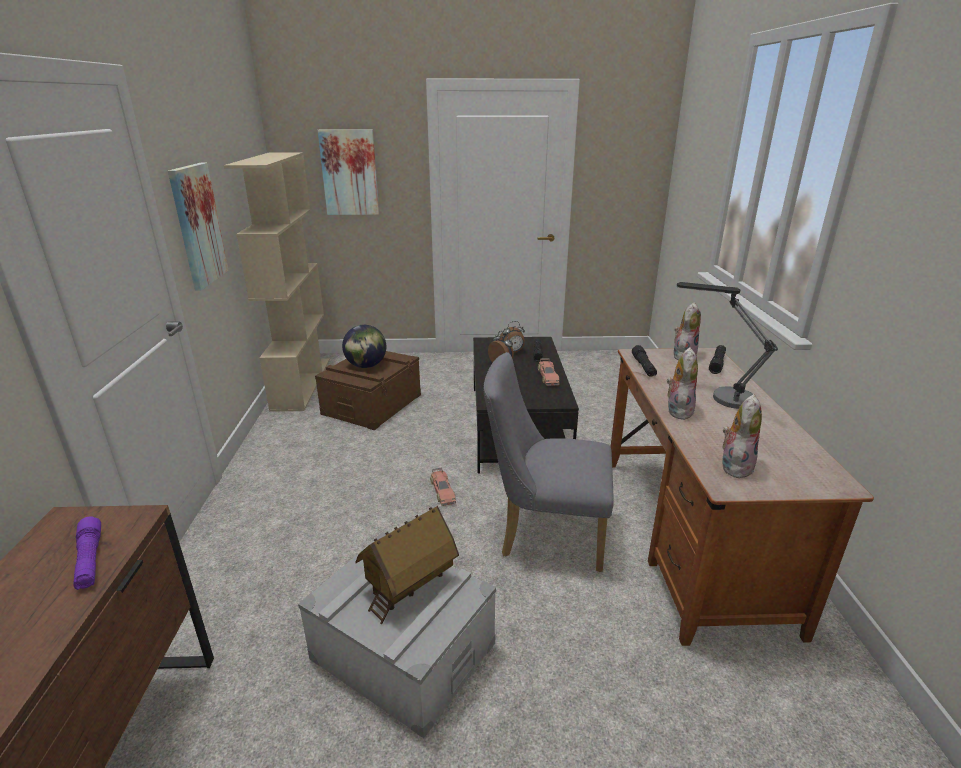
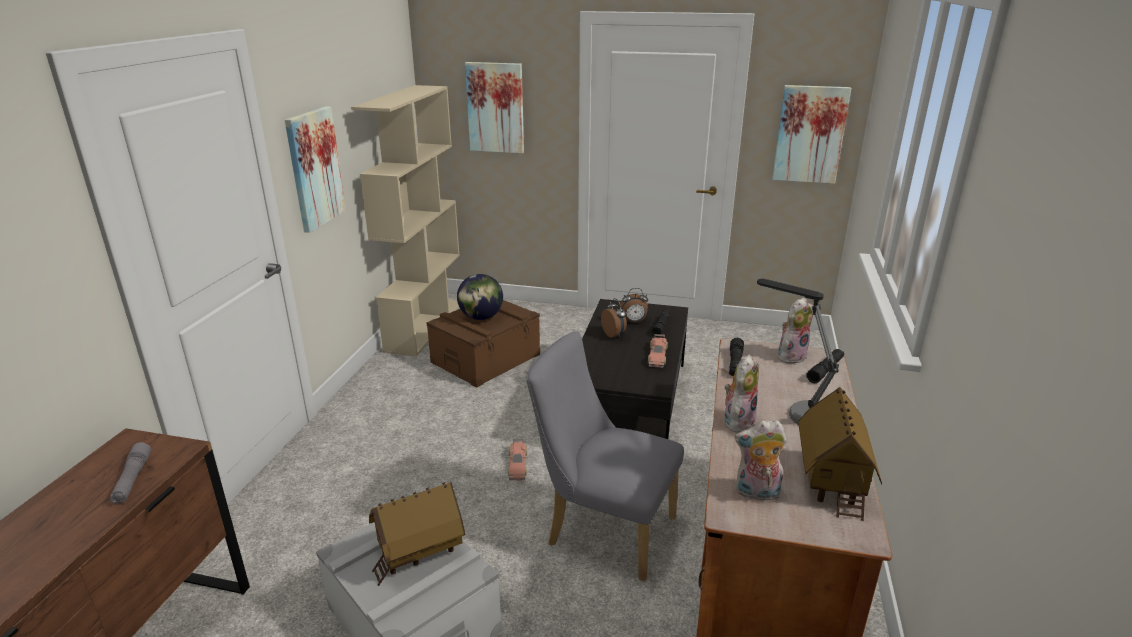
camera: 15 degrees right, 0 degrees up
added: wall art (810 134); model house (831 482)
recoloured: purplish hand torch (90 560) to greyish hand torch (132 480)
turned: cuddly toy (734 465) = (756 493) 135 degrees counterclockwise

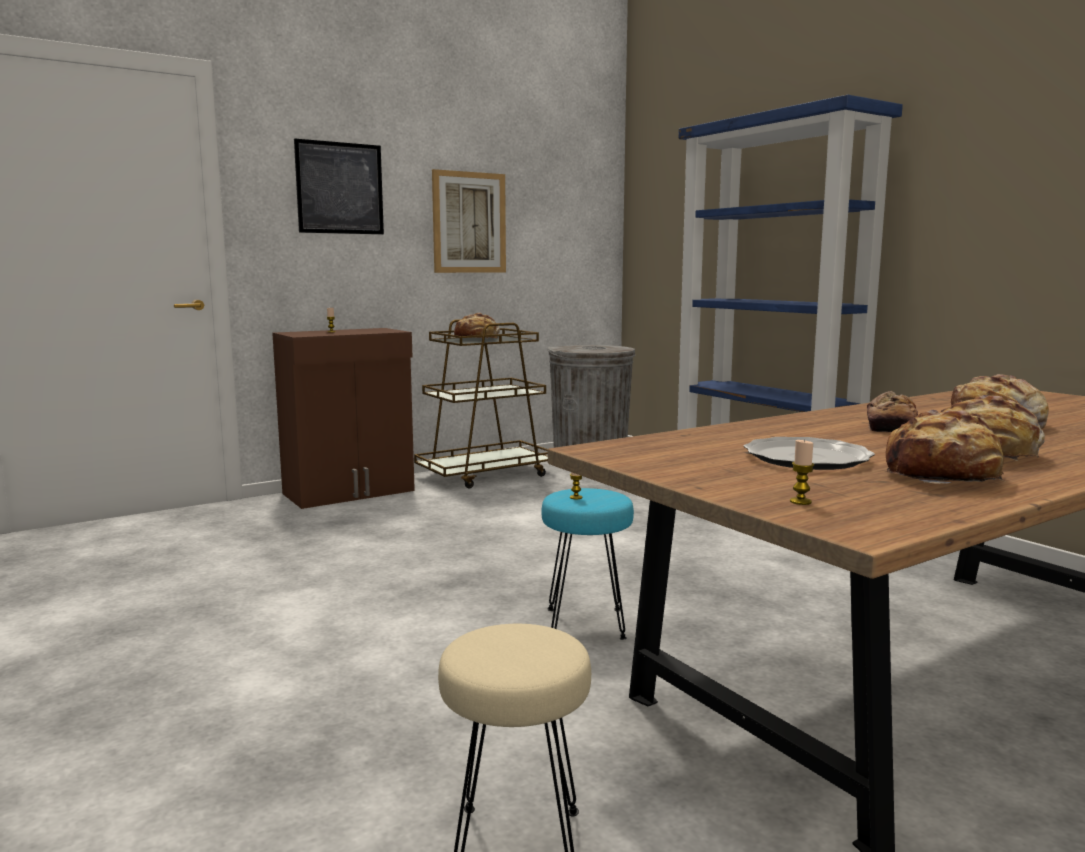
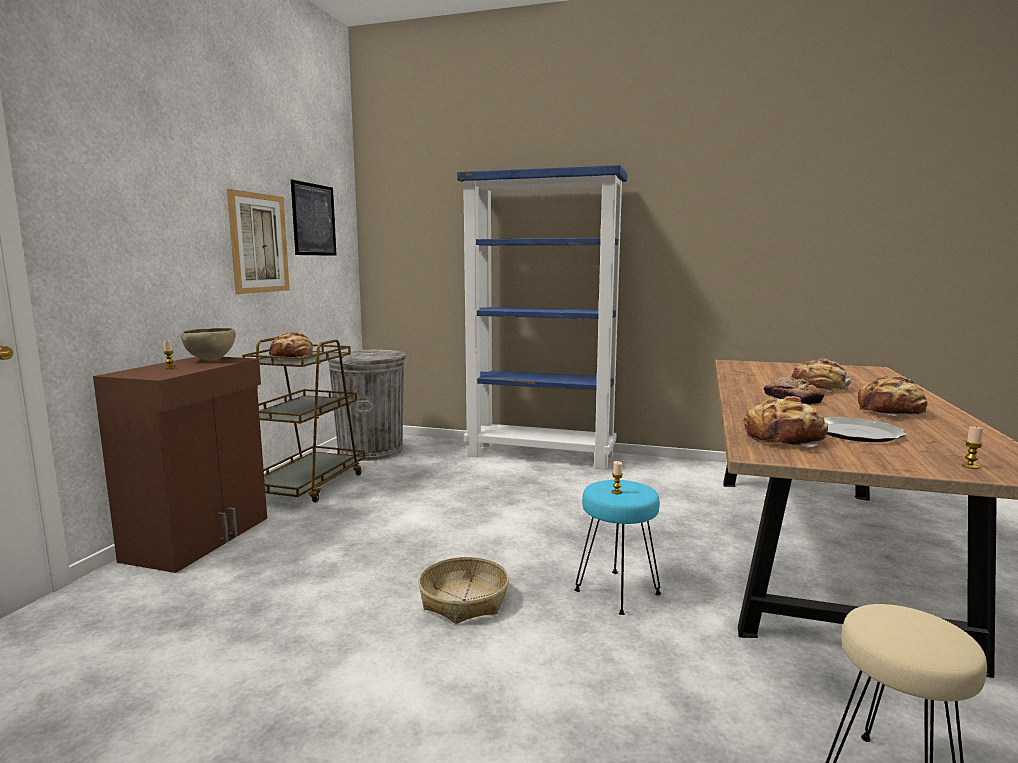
camera: 40 degrees left, 0 degrees up
added: brown serving bowl (211 360); household basket (464 600)
moved: wall art (340 188) to (314 219); bread (943 476) to (784 439)

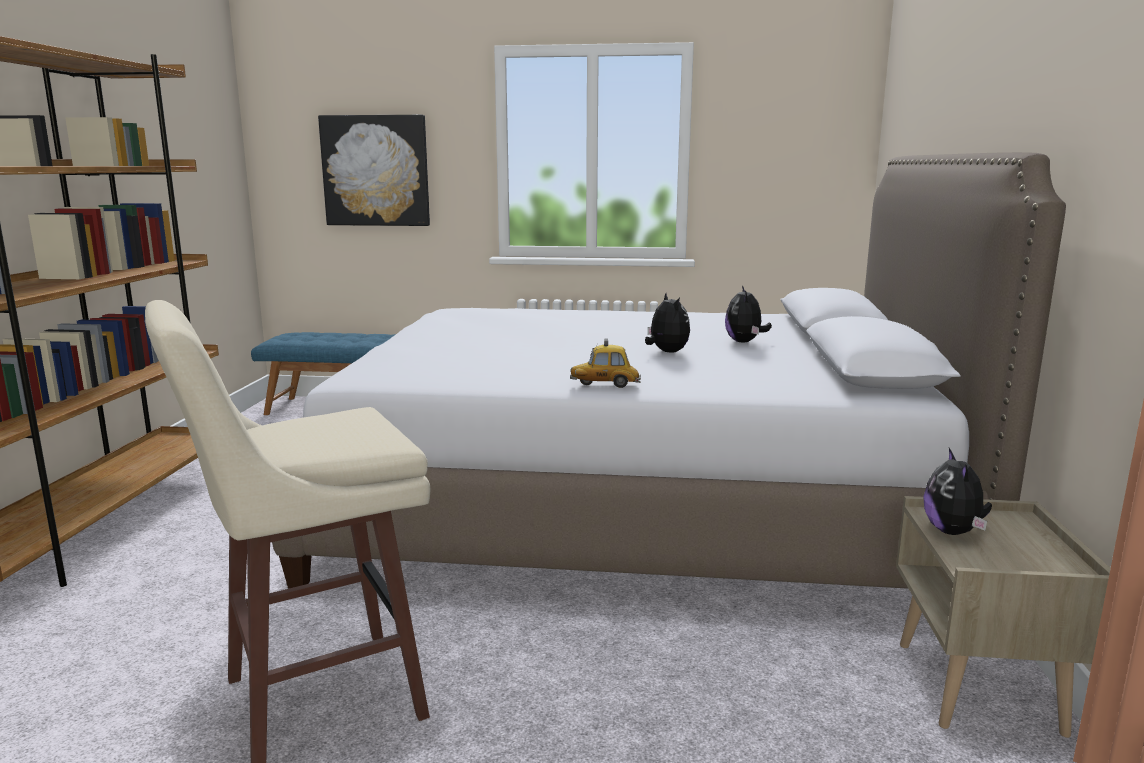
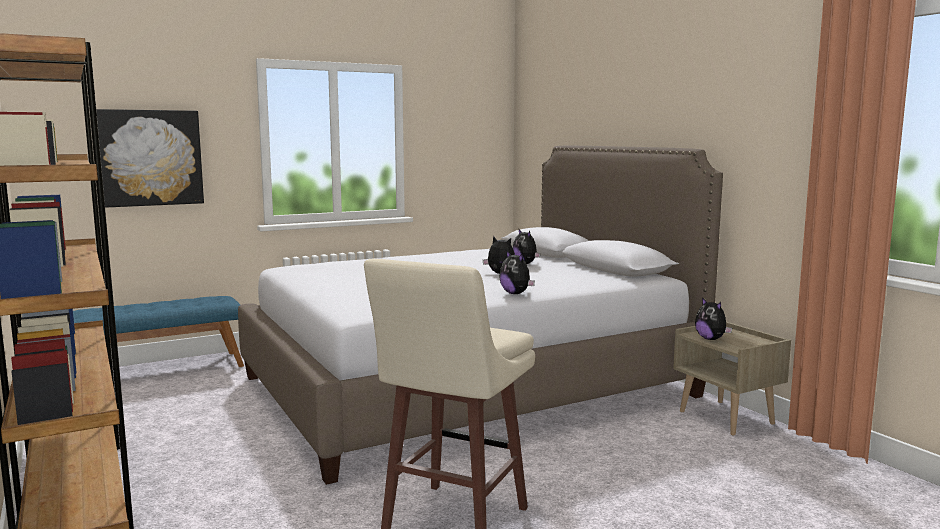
camera: 35 degrees left, 5 degrees down
replaced: miniature car (605 384) to cuddly toy (516 293)

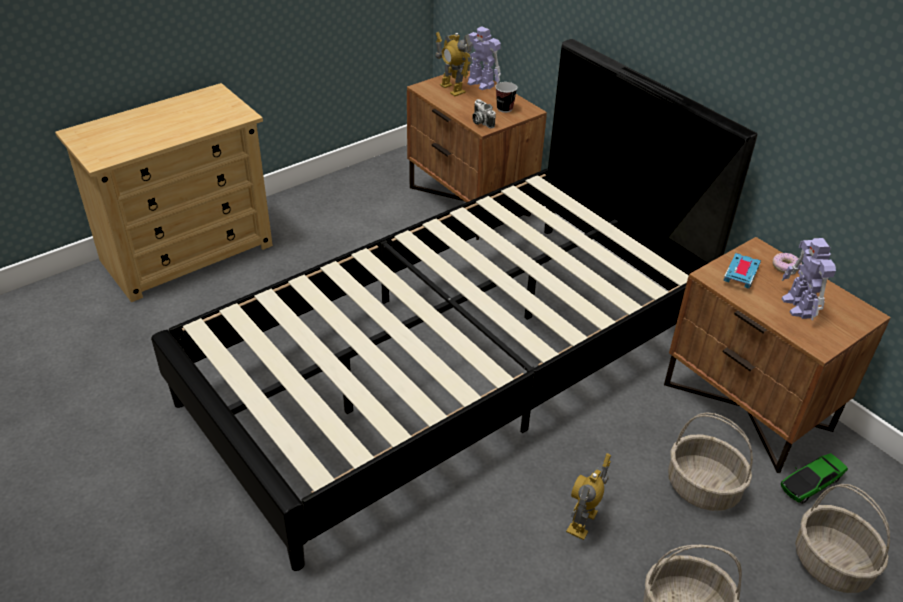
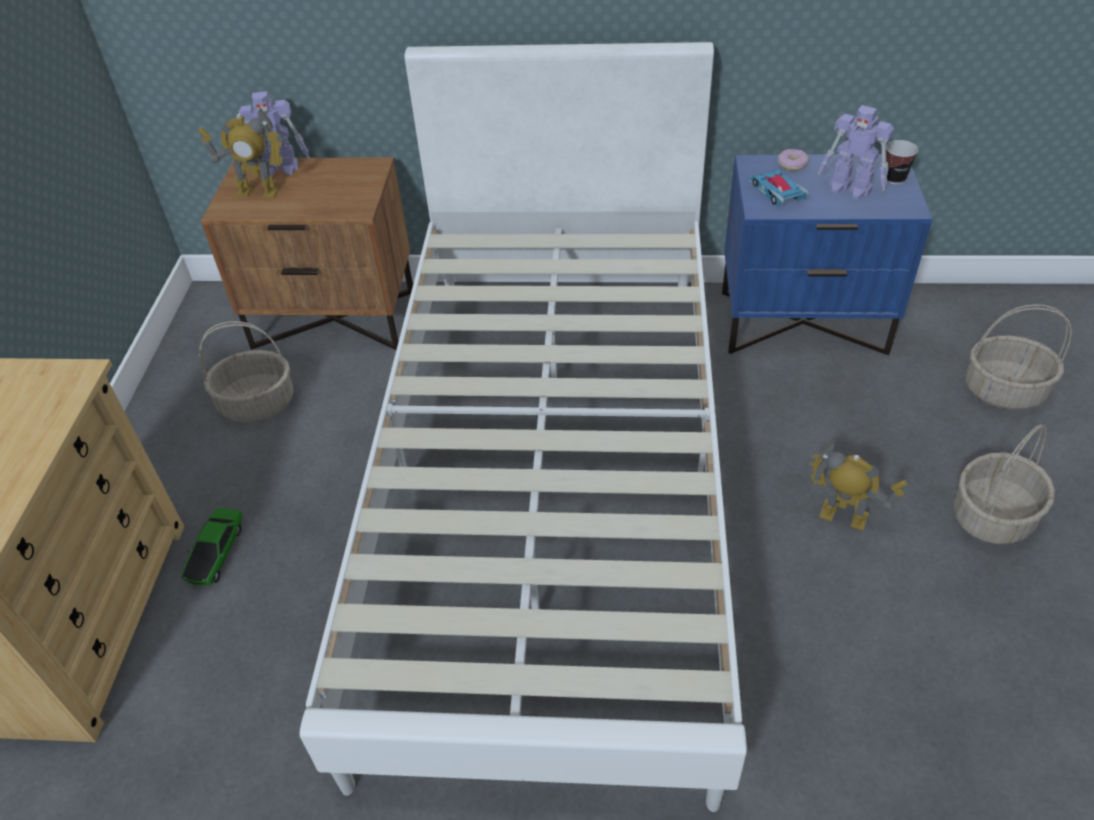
camera: 45 degrees left, 5 degrees up
removed: photo camera (481 121)
moved: drinking cup (504 109) to (894 178); household basket (703 488) to (258 403); miniature car (811 483) to (216 553)
recoloured: black-coloured bedroom bed (450 365) to white bedroom bed (552 486); brown nightstand (748 406) to bluish nightstand (803 321)
turned: robot figure (583 522) = (842 517) 135 degrees clockwise

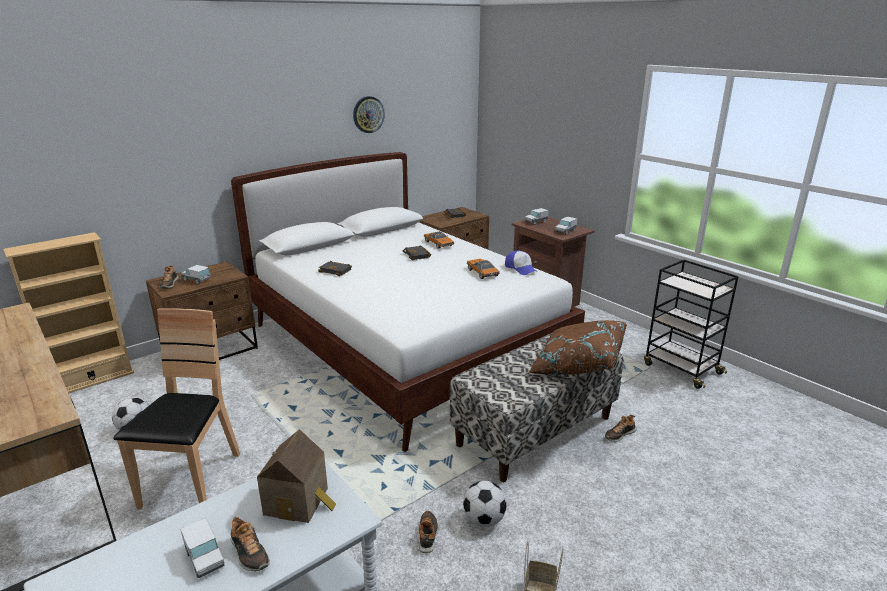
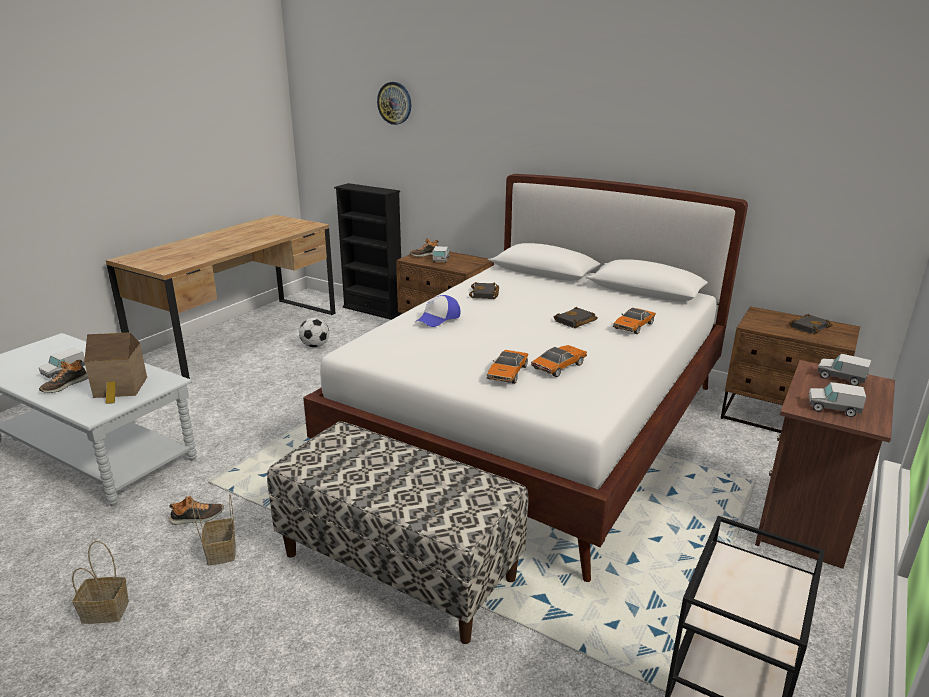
camera: 70 degrees right, 0 degrees up
removed: brown plain chair (192 481); brown cushion (576 365); low shoe (619 434)
added: miniature car (507 373)
moved: wall clock (368 114) to (395 103); cap (521 268) to (438 318)
replaced: football ball (484 520) to household basket (220 551)
recoloured: beige bookcase (91 380) to black-coloured bookcase (373 310)

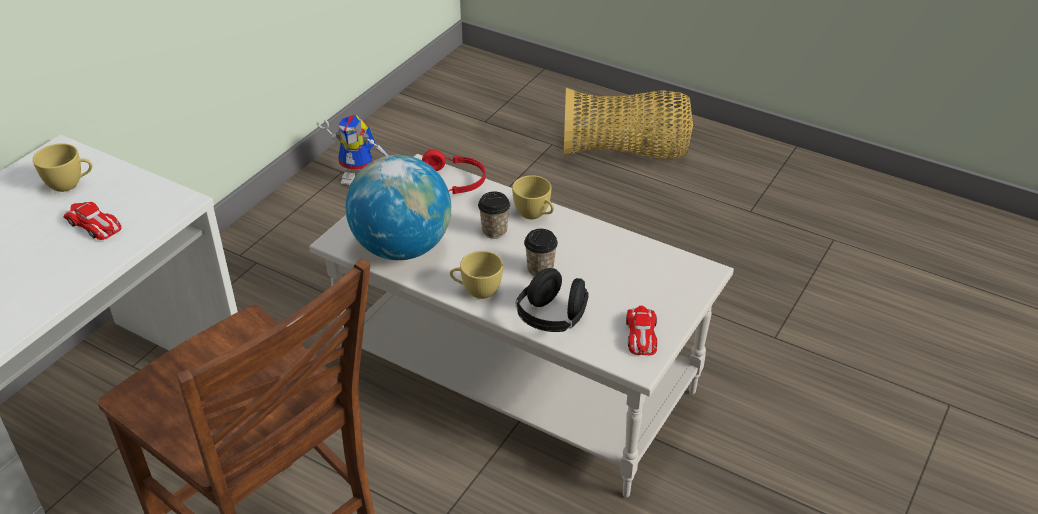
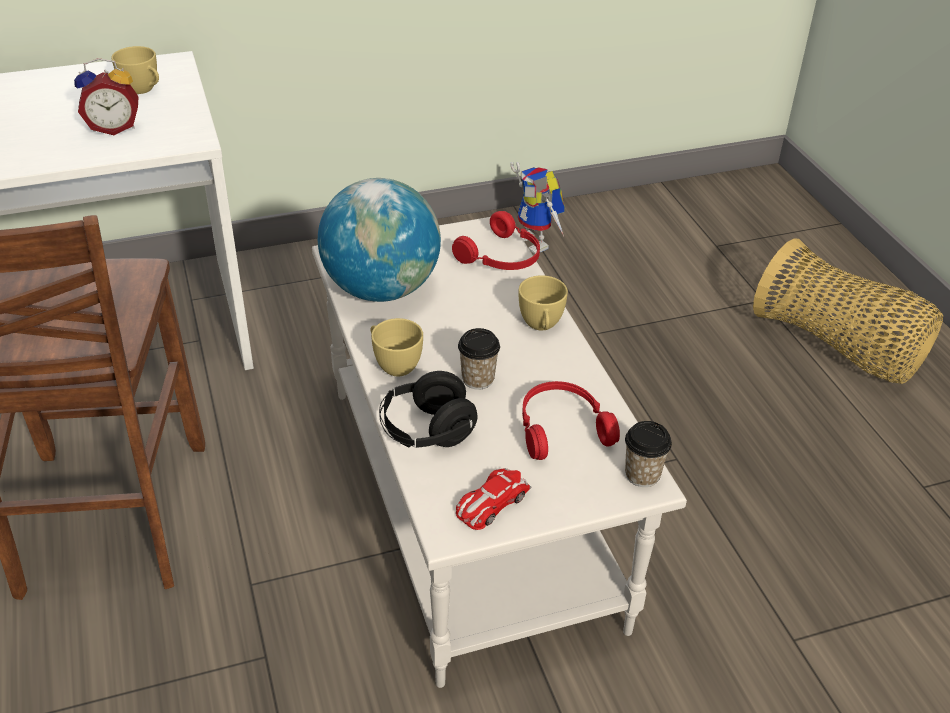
camera: 40 degrees right, 0 degrees up
added: red-coloured headphones (561 428)
moved: drinking cup (494 231) to (642 475)
replaced: miniature car (94 225) to table clock (114 127)

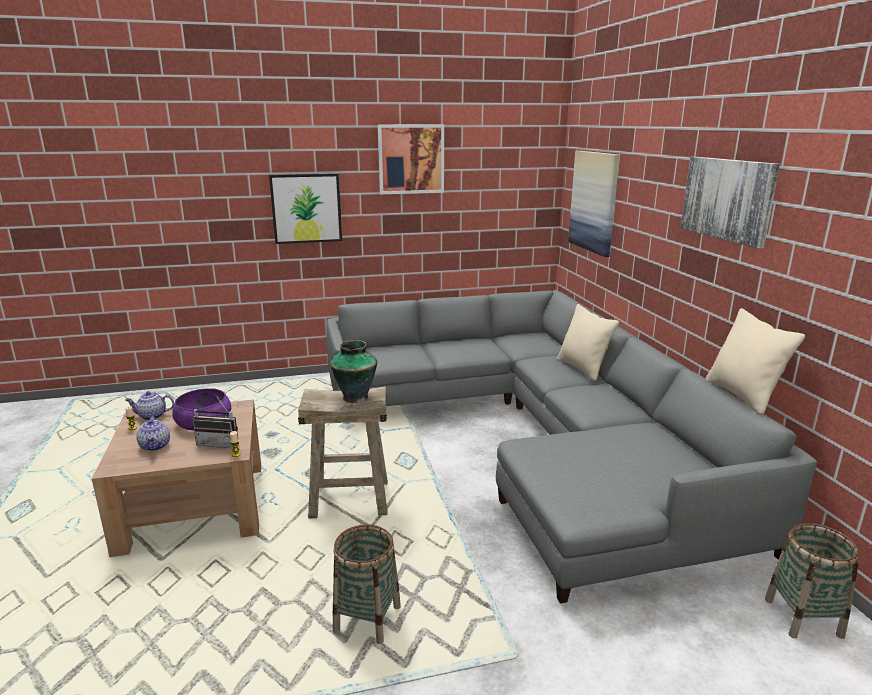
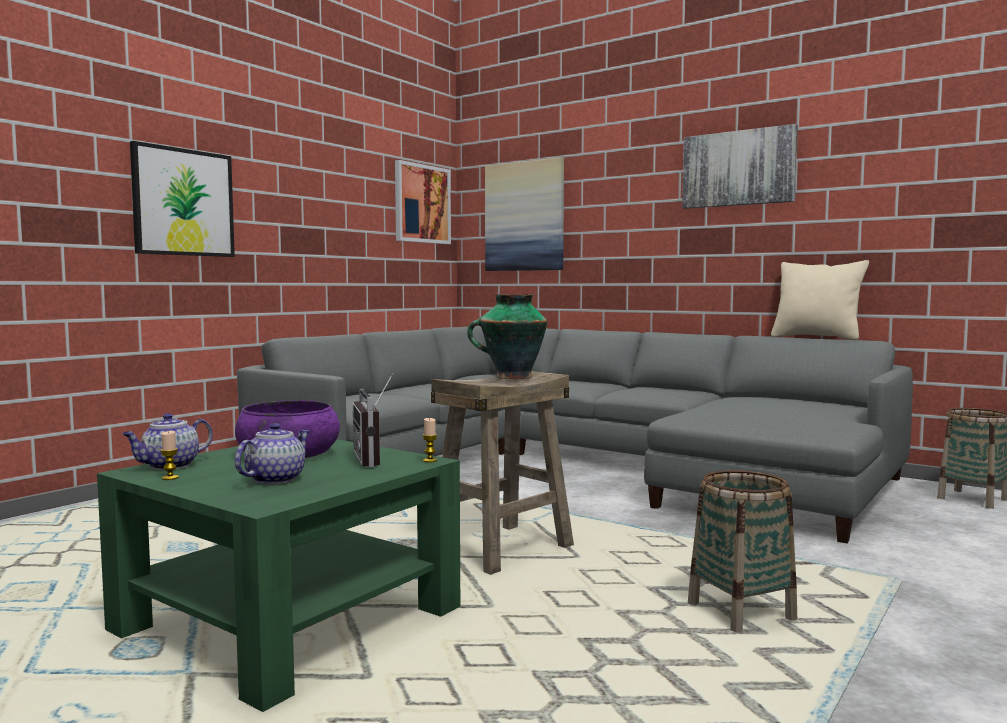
camera: 40 degrees left, 15 degrees down
removed: beige cushion (583 368)
moved: wall art (411 159) to (421 204)
recoloured: brown coffee table (194 506) to greenish coffee table (289 620)
turned: pot for tea (155 446) = (275 479) 90 degrees counterclockwise; radio receiver (220 443) = (376 459) 105 degrees clockwise

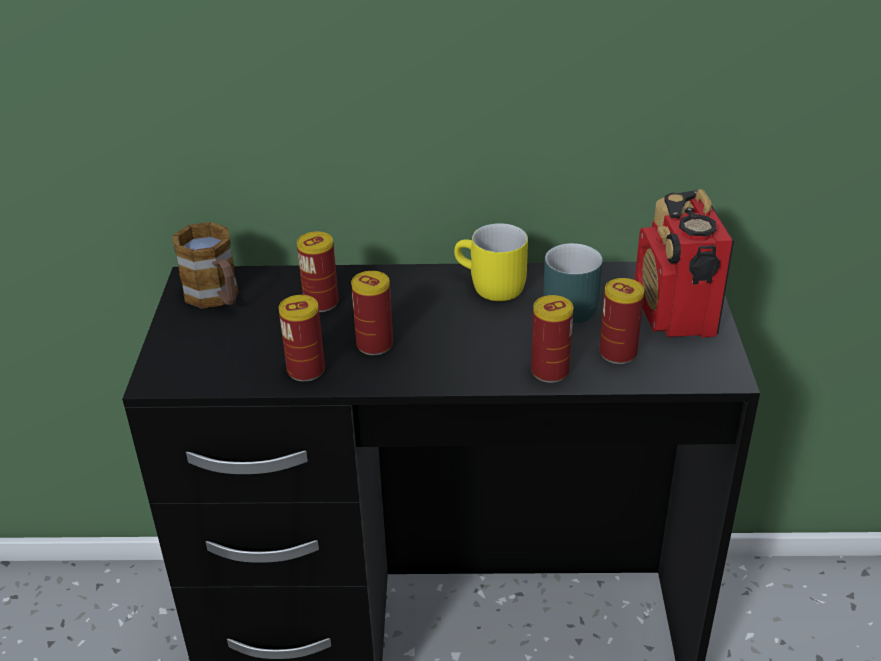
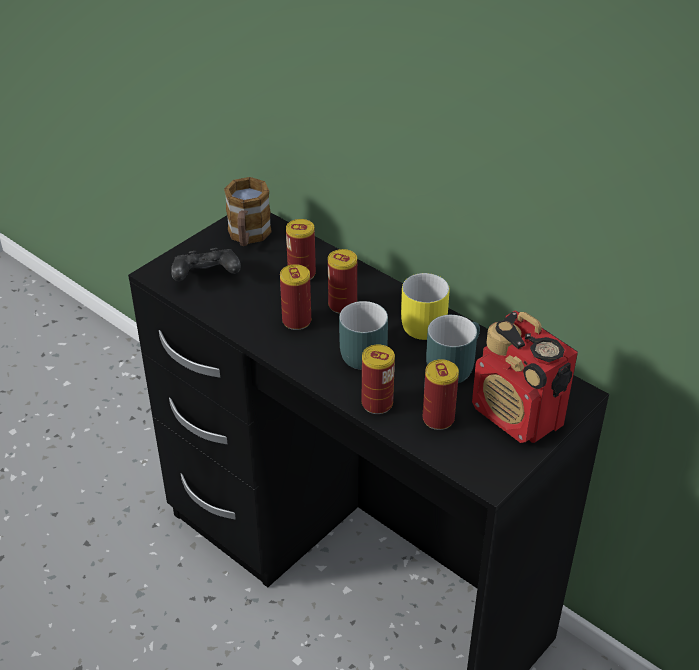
camera: 40 degrees right, 5 degrees up
added: black-coloured joypad (206 277); blue-green coffee mug (360 351)
moved: metal can (306 370) to (342 305)
turned: radio receiver (675 314) = (518 416) 75 degrees counterclockwise

